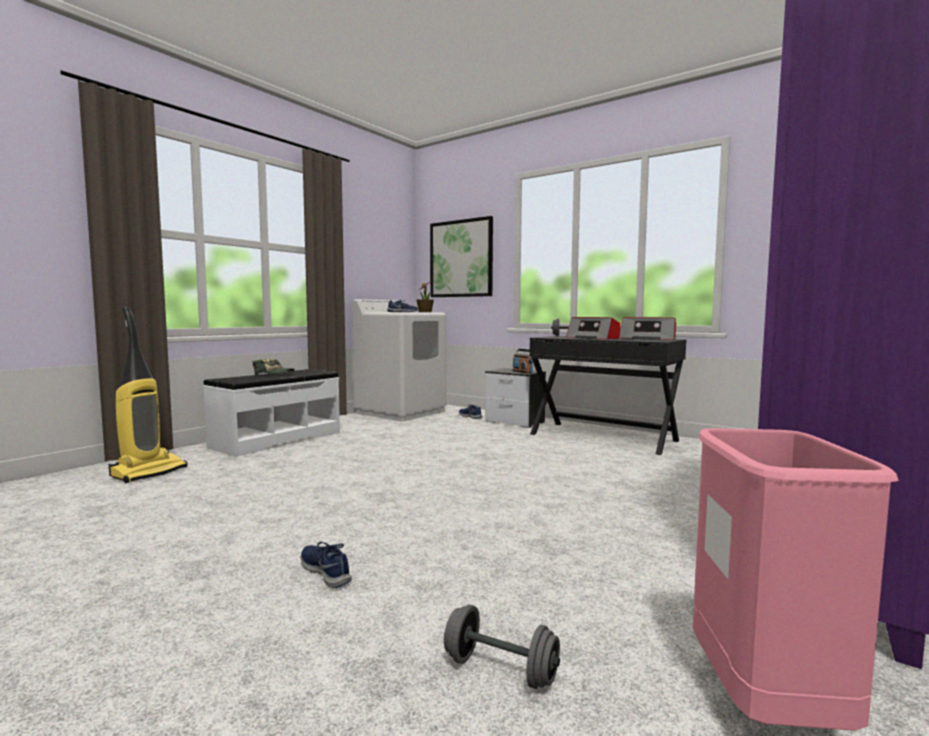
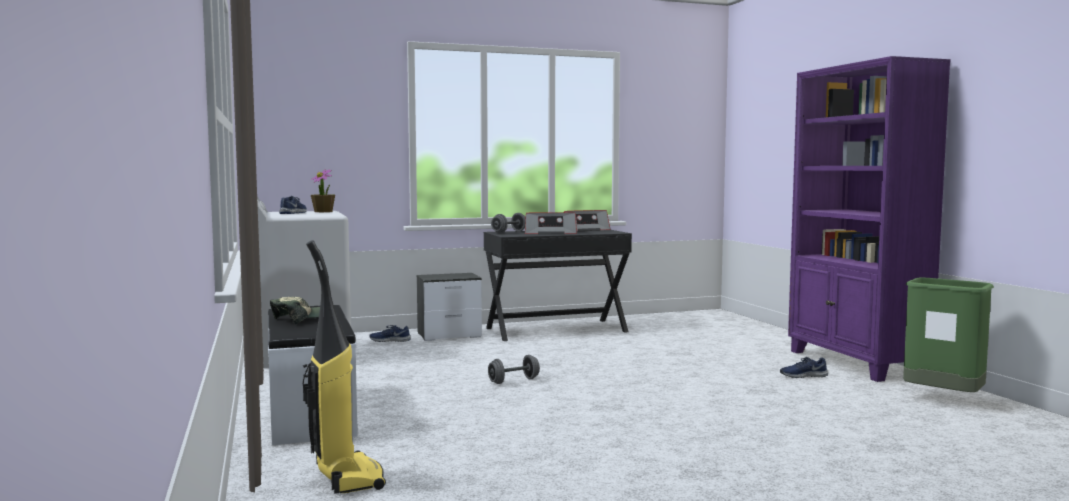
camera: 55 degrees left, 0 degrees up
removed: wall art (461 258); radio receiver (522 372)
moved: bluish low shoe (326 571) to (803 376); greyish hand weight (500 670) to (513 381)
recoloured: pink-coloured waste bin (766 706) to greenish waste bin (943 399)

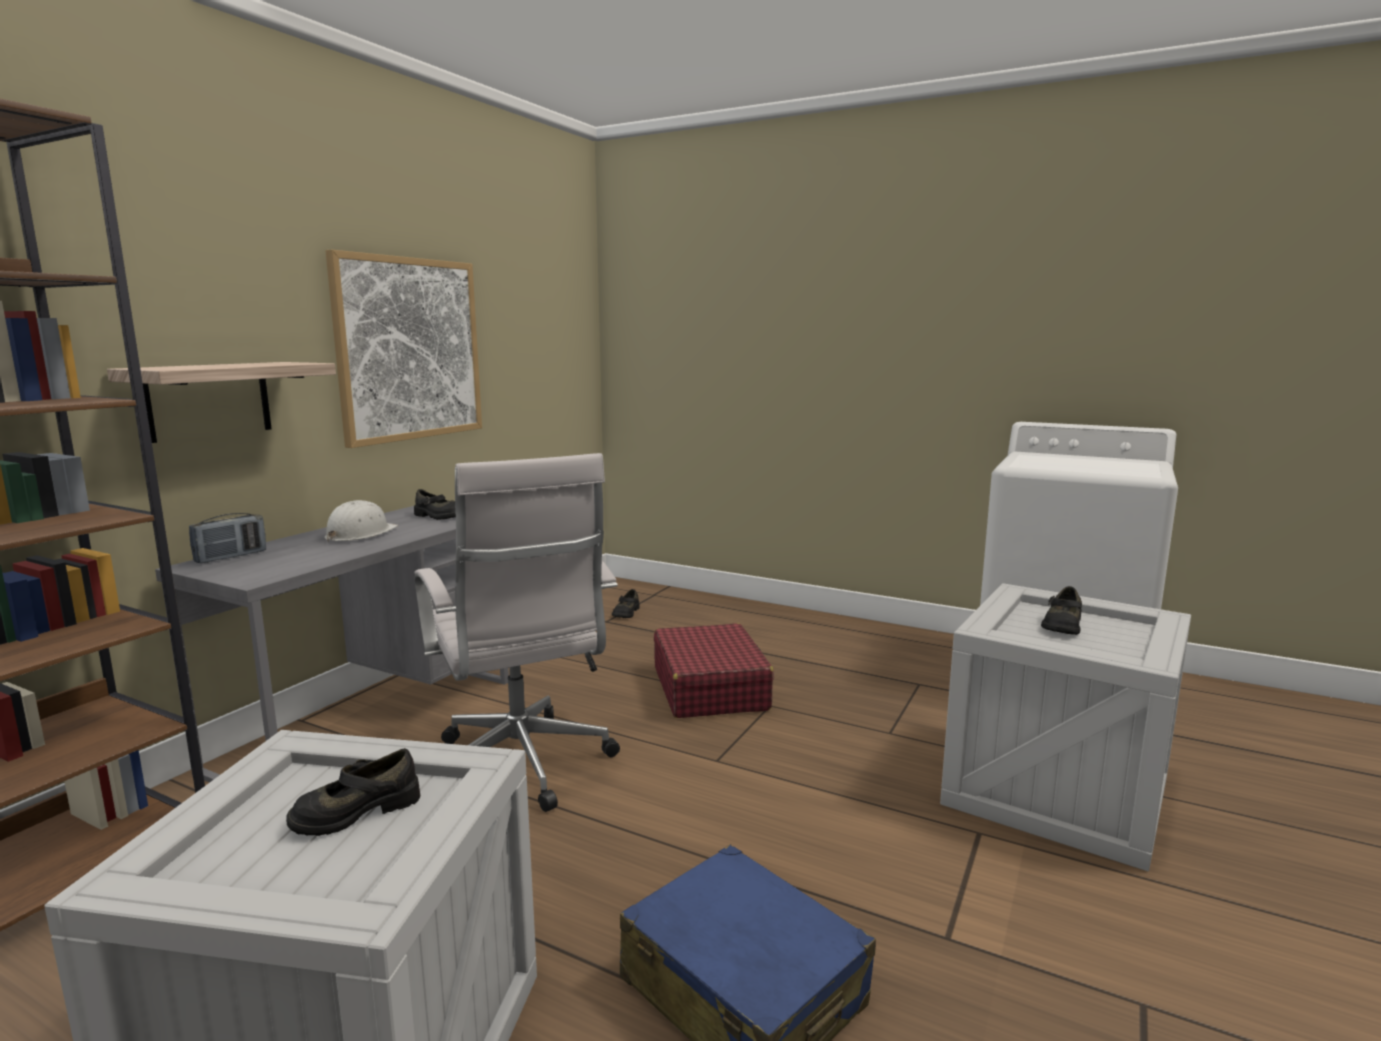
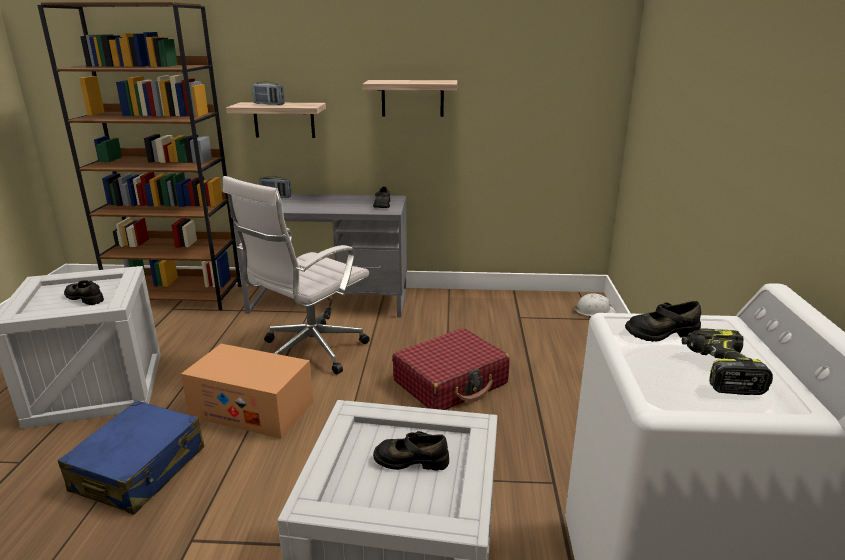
camera: 65 degrees right, 10 degrees up
added: cardboard box (252 409); radio receiver (269 104); drill (719 371)
moved: white hard hat (360 534) to (594 311); black-coloured low shoe (625 613) to (661 332)
replaced: wall art (409 349) to shelf (412 98)

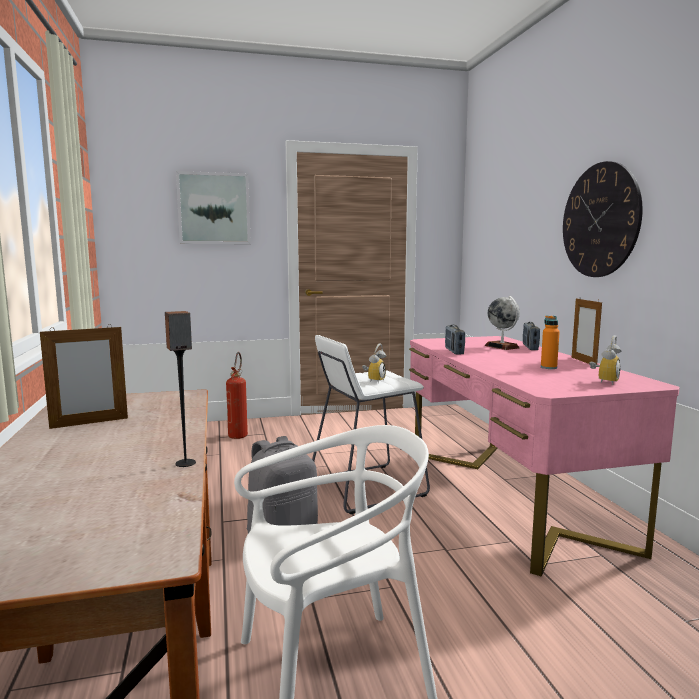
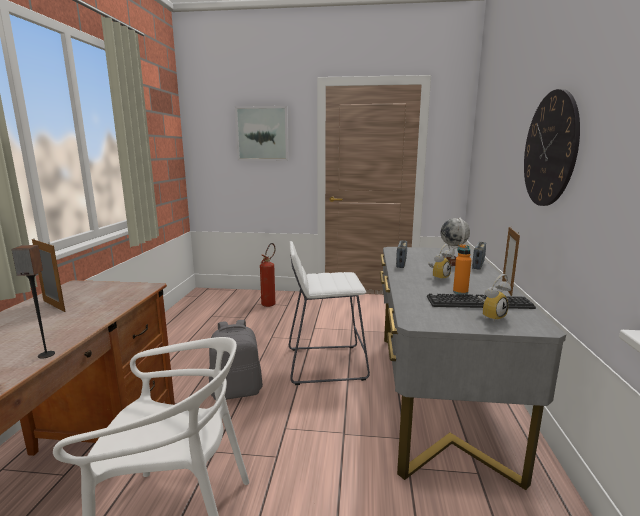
camera: 20 degrees right, 5 degrees up
added: computer keyboard (478 303)
moved: table clock (374 380) to (438 277)
recoloured: pink-coloured desk unit (509 495) to greyish desk unit (436 393)
turned: standing frame (89 423) = (54 306) 135 degrees counterclockwise

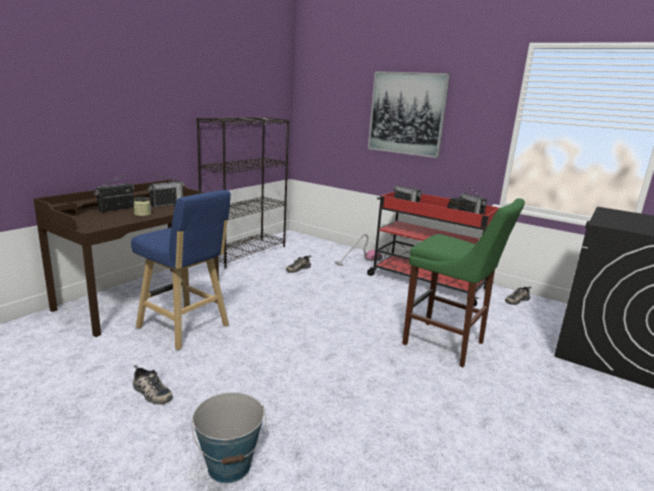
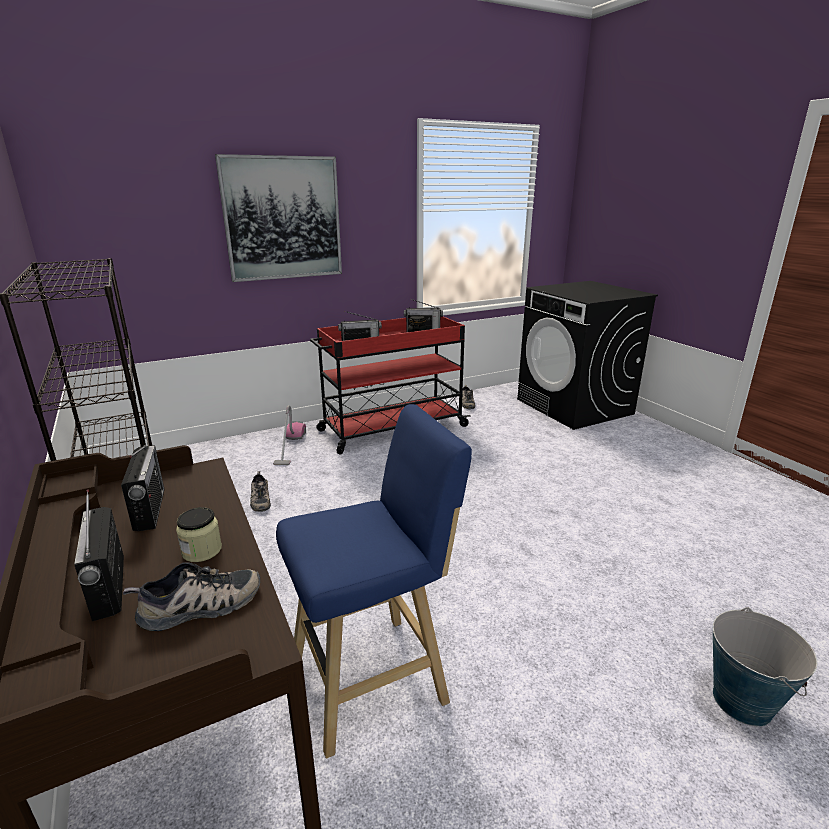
camera: 60 degrees left, 5 degrees up
removed: greenish sitting stool (447 345)
moved: low shoe (150 392) to (200 607)

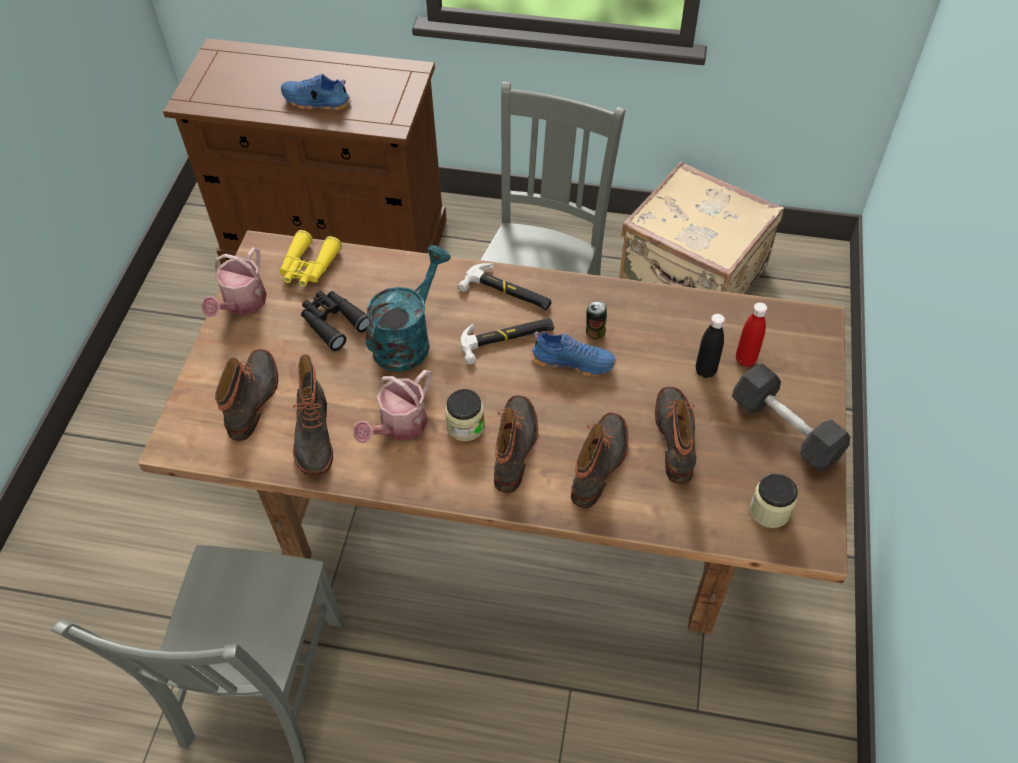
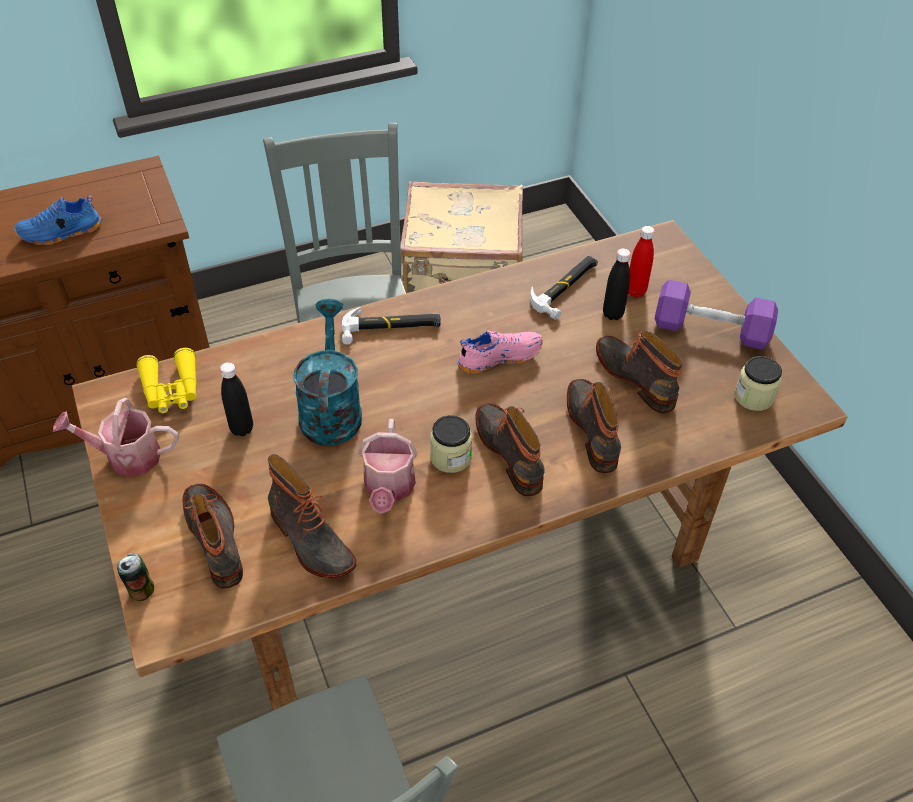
camera: 35 degrees left, 5 degrees down
moved: tool hammer (507 338) to (566 287); metal can (595 331) to (141 589)
replaced: black-coloured field glasses (333 322) to black-coloured bottle (242 428)
recoloured: bluish low shoe (573 361) to pink-coloured low shoe (498 357); greyish hand weight (785 429) to purplish hand weight (710 329)
turned: watering can (242 304) = (126 456) 105 degrees clockwise

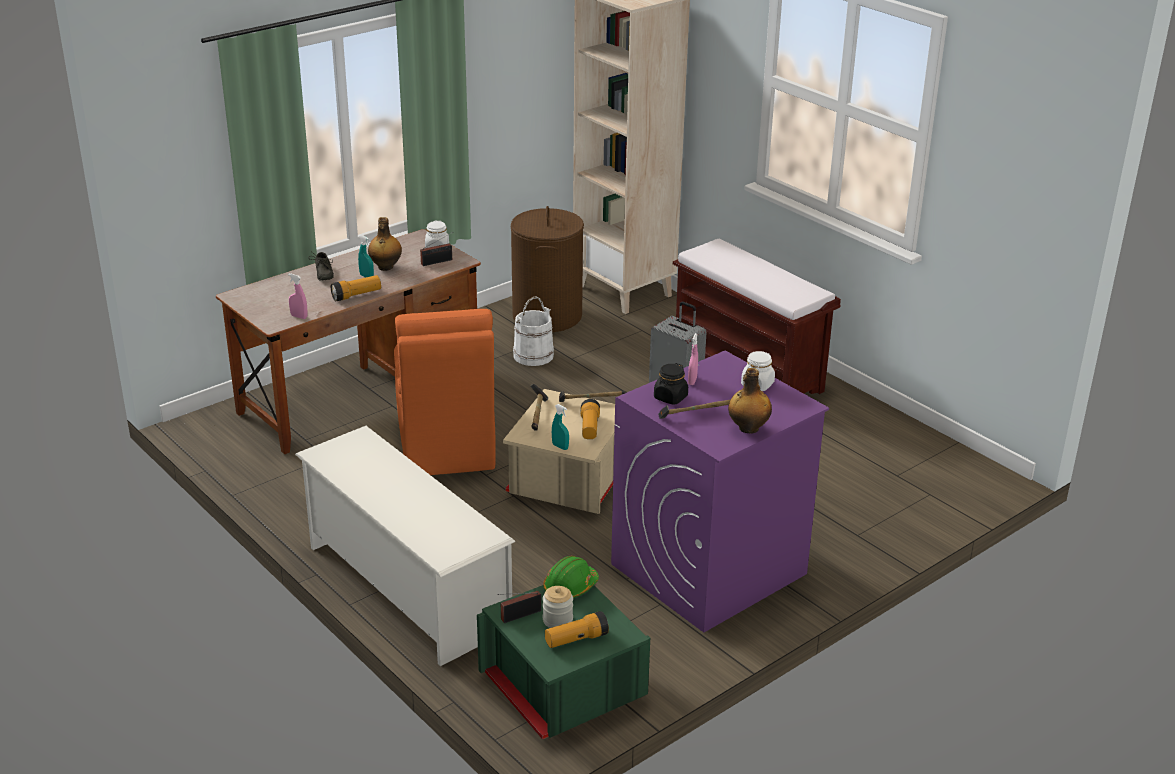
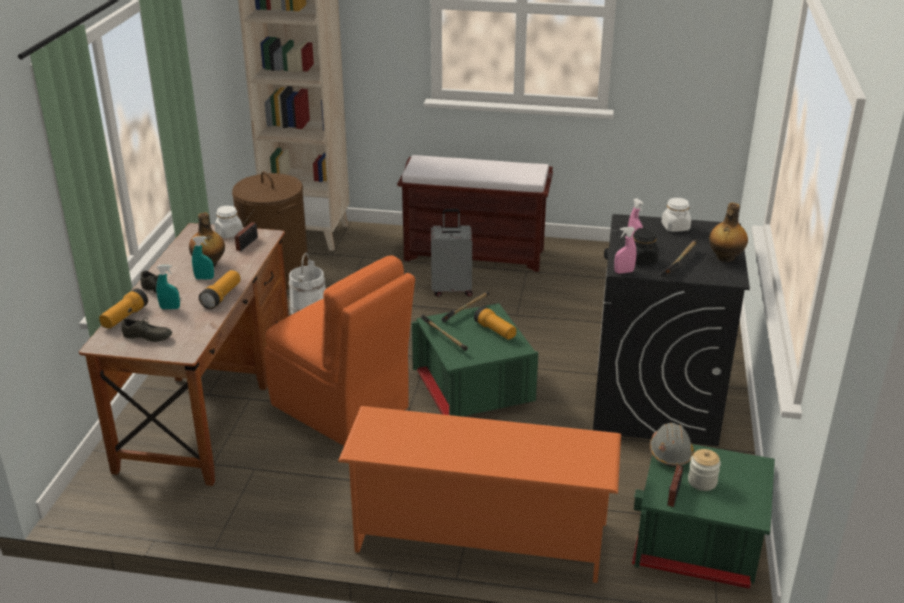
camera: 40 degrees left, 0 degrees up
added: greyish low shoe (147 338)
moved: pink-coloured spray bottle (299 316) to (624 272); hand torch (576 639) to (124 317); blue-green spray bottle (560 446) to (170 308)
recoloured: white shoe stand (406 587) to orangey shoe stand (479 537); beige storage bin (566 480) to greenish storage bin (472 389); greenish hard hat (570 587) to greyish hard hat (670 452); purplish laundry machine (708 570) to black-coloured laundry machine (656 401)

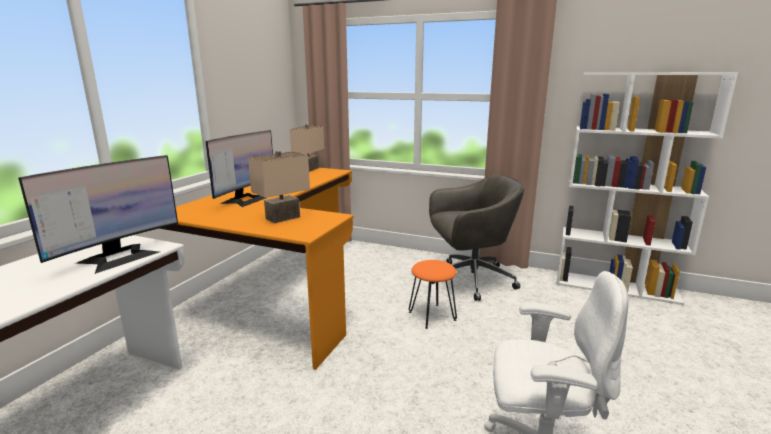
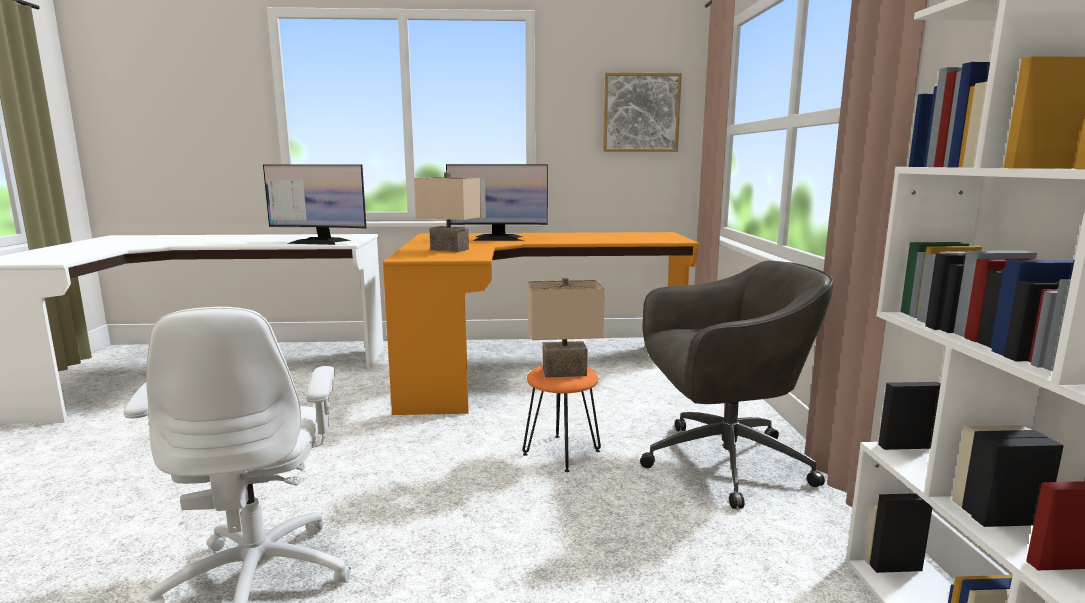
camera: 65 degrees right, 5 degrees down
added: wall art (641 113)
moved: beige tabletop lamp (309 169) to (564 373)
turned: greyish computer chair (470 280) = (721 463) 60 degrees counterclockwise

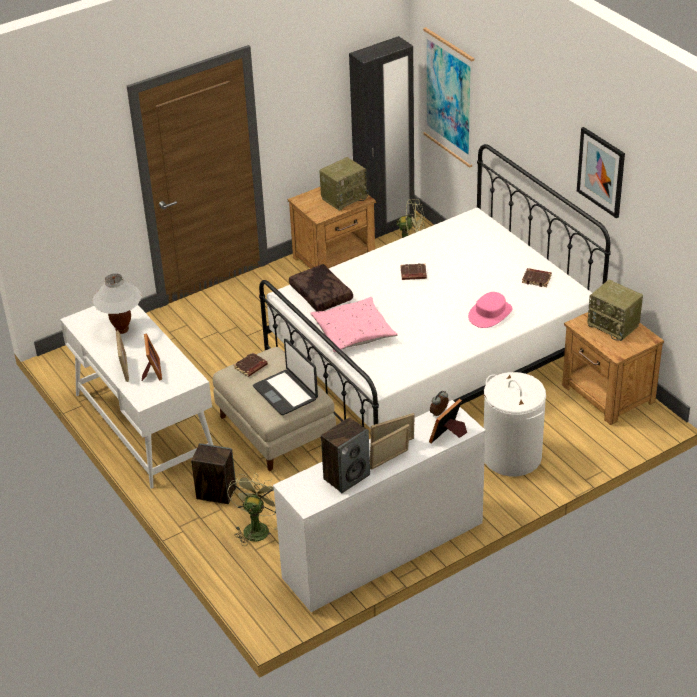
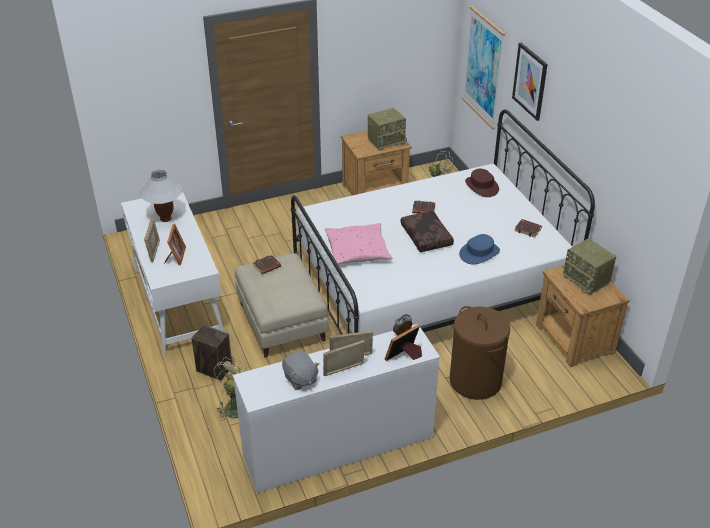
camera: 10 degrees right, 0 degrees up
removed: laptop (286 393); black-coloured wardrobe (385 227)
added: brown wearable hat (481 186)
moved: brown cushion (322 294) to (427 237); wall art (601 172) to (530 81)
replaced: loudspeaker (346 477) to greyish cuddly toy (300 379)
recoloured: pink-coloured wearable hat (490 314) to bluish wearable hat (479 253); white hamper (511 457) to brown hamper (475 381)

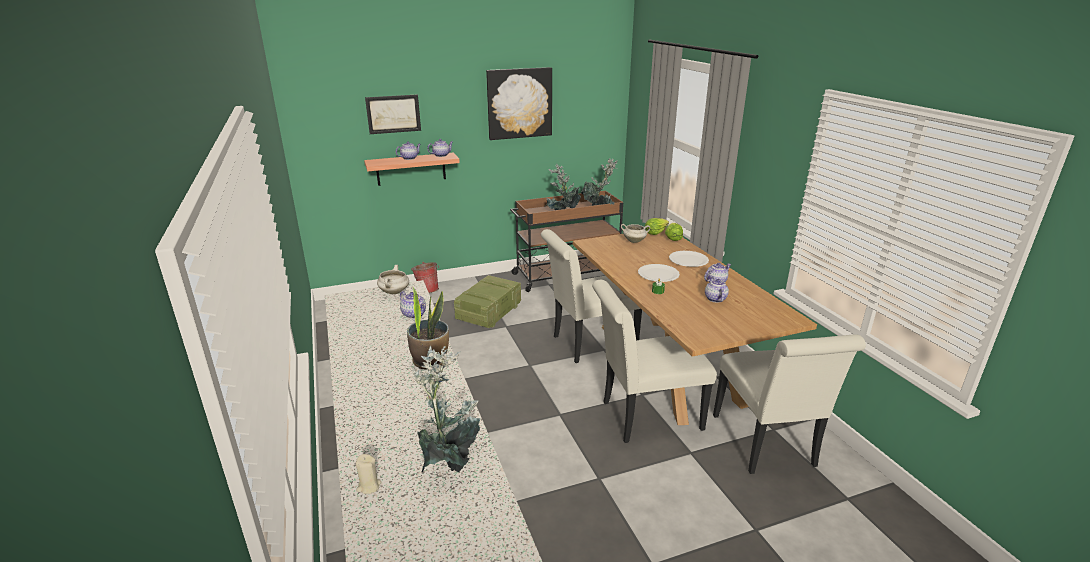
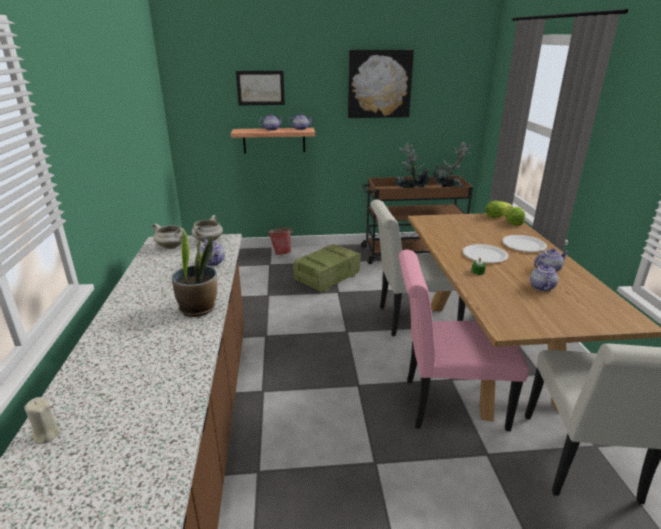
camera: 15 degrees right, 0 degrees up
removed: potted plant (450 462)
moved: white saucepot (634 241) to (172 247)
recoloured: white plain chair (645 417) to pink-coloured plain chair (446 403)

